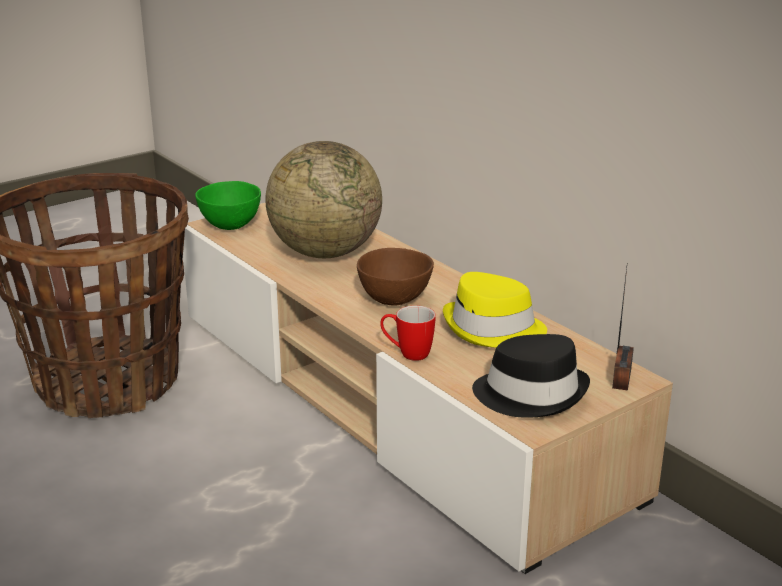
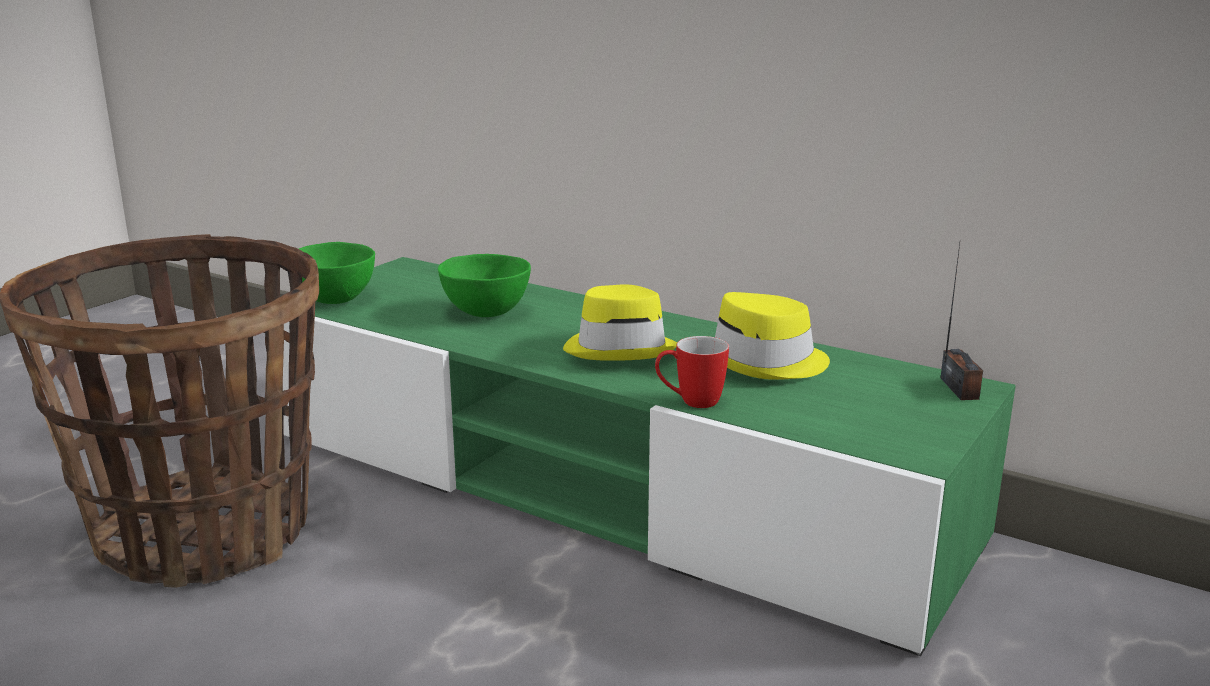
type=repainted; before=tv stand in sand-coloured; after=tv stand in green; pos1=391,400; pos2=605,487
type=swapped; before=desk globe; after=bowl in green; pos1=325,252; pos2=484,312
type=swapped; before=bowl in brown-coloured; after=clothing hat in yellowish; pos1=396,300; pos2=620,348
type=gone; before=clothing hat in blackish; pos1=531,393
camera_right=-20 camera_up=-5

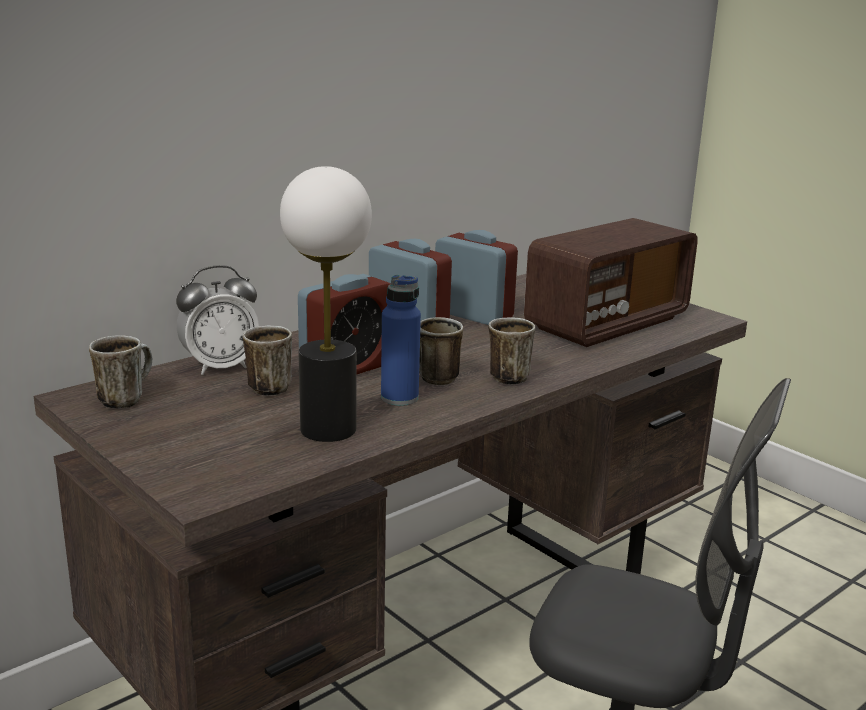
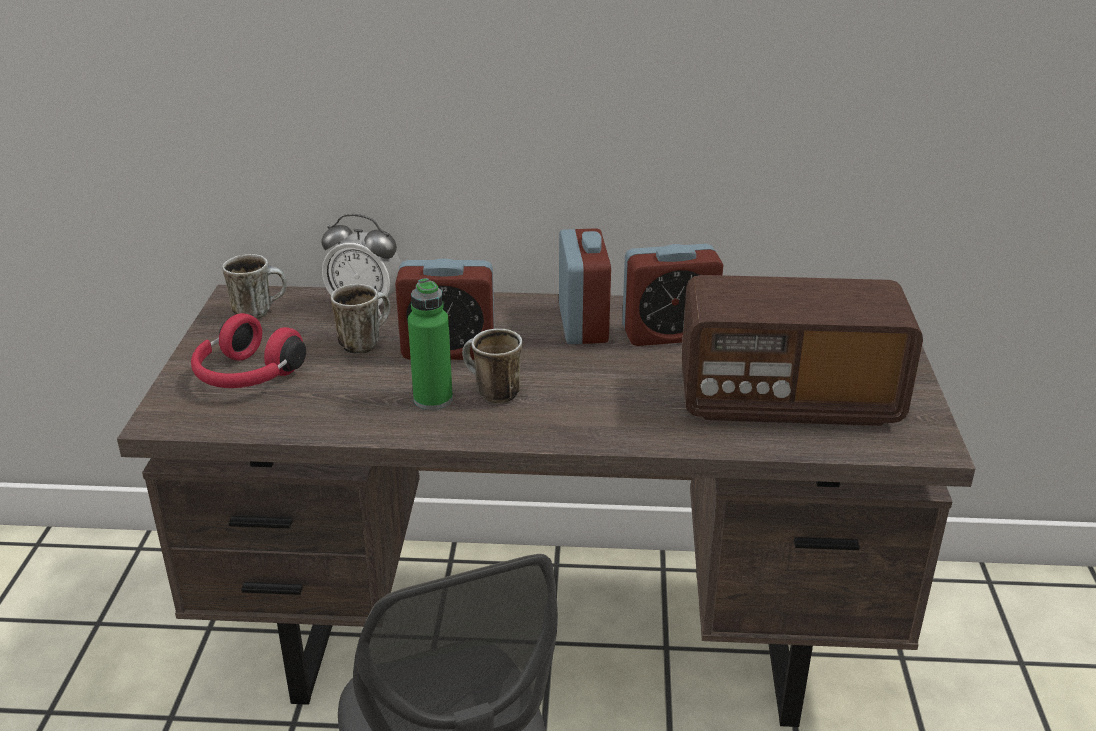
type=gone; before=lamp for a table; pos1=327,429
type=repainted; before=bottle in blue-coloured; after=bottle in green; pos1=399,398; pos2=433,399
type=rotated; before=bedside clock; pos1=473,314; pos2=669,334; turn=90
type=gone; before=tea mug; pos1=507,375
type=new; after=pair of headphones in red; pos2=246,376
camera_right=45 camera_up=10

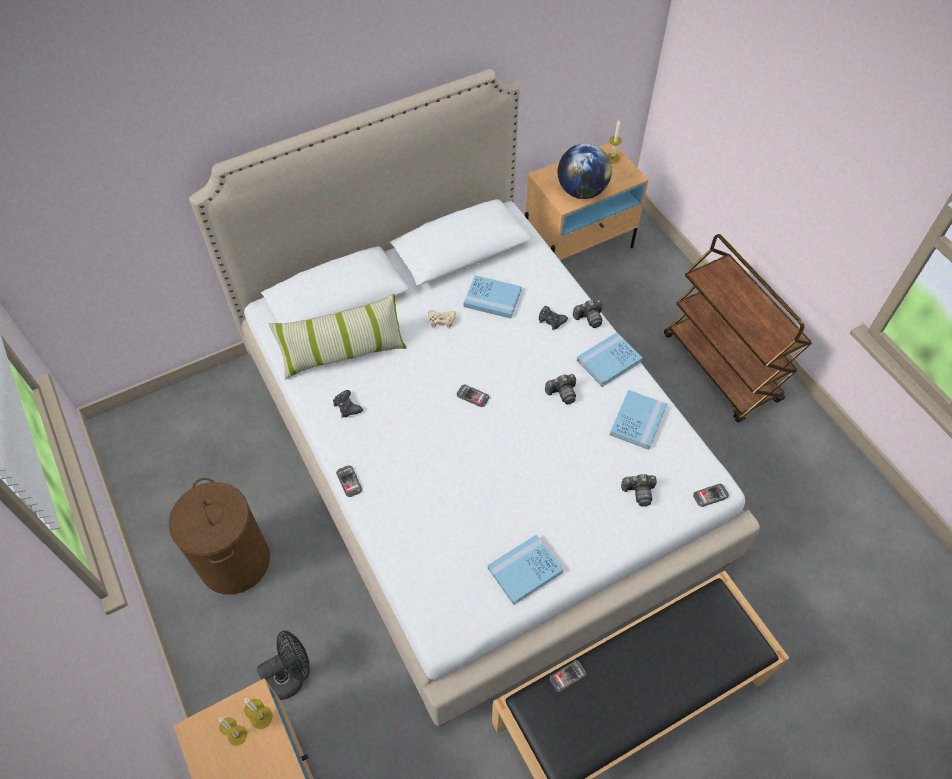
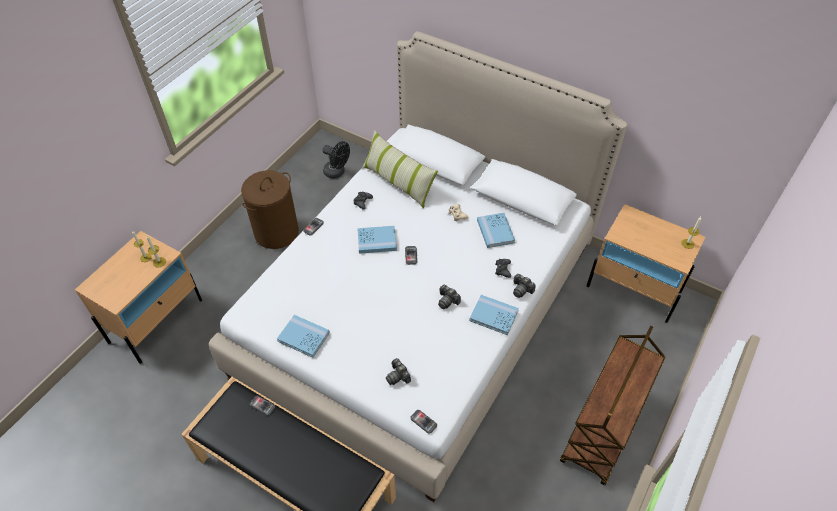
type=shifted; before=cooling fan in blackish; pos1=291,676; pos2=337,172
type=gone; before=desk globe; pos1=581,191
type=shifted; before=book in blue-coloured; pos1=637,421; pos2=377,241
camera_right=60 camera_up=-5

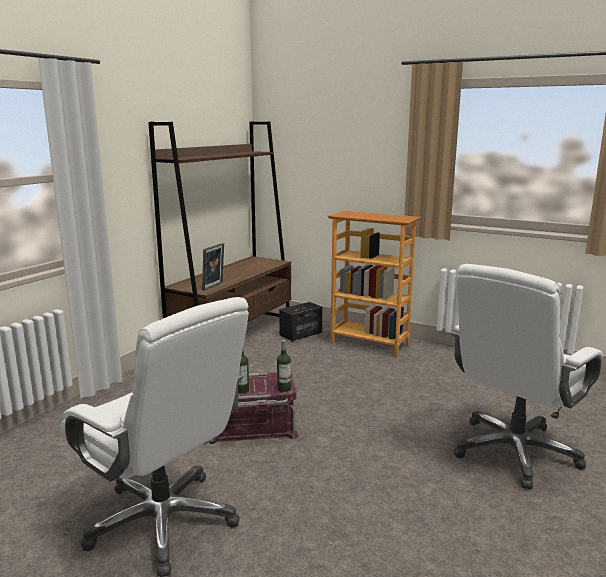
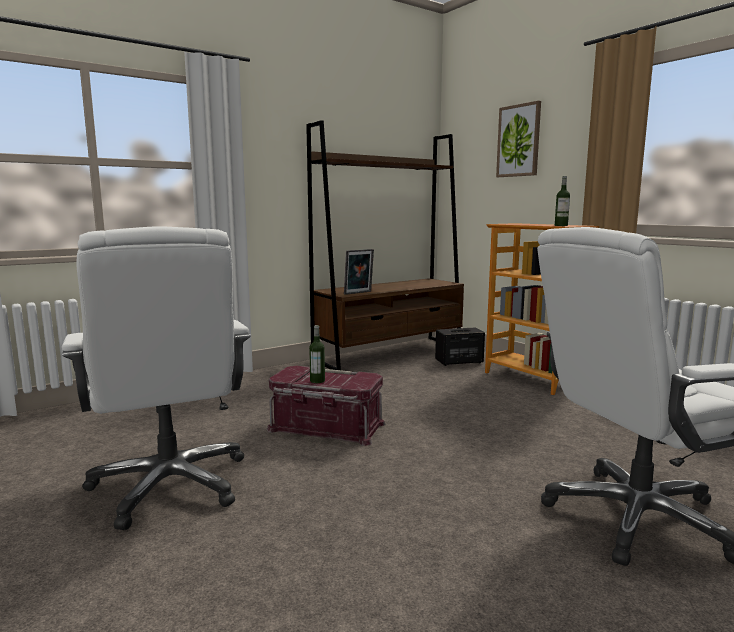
type=shifted; before=bottle; pos1=284,389; pos2=561,225
type=new; after=wall art; pos2=519,141
camera_right=25 camera_up=-5

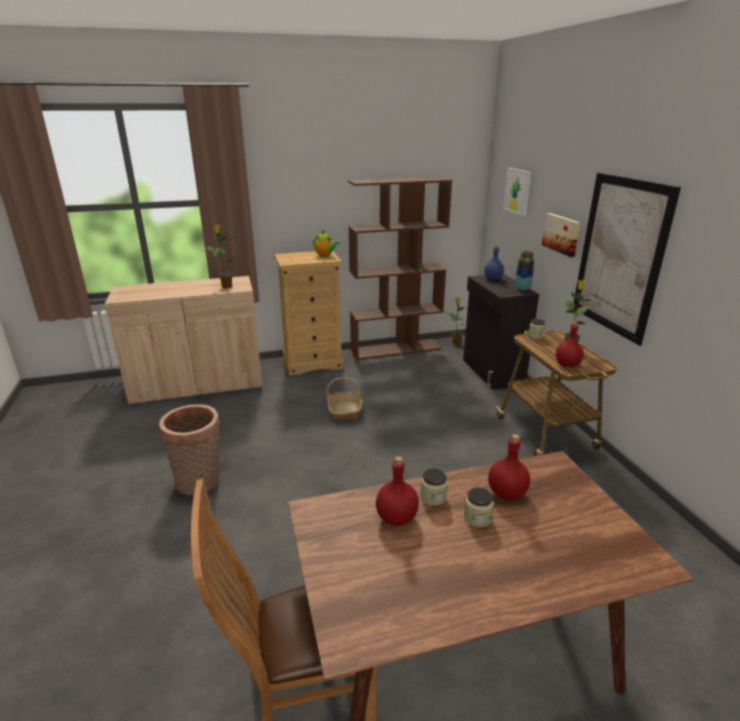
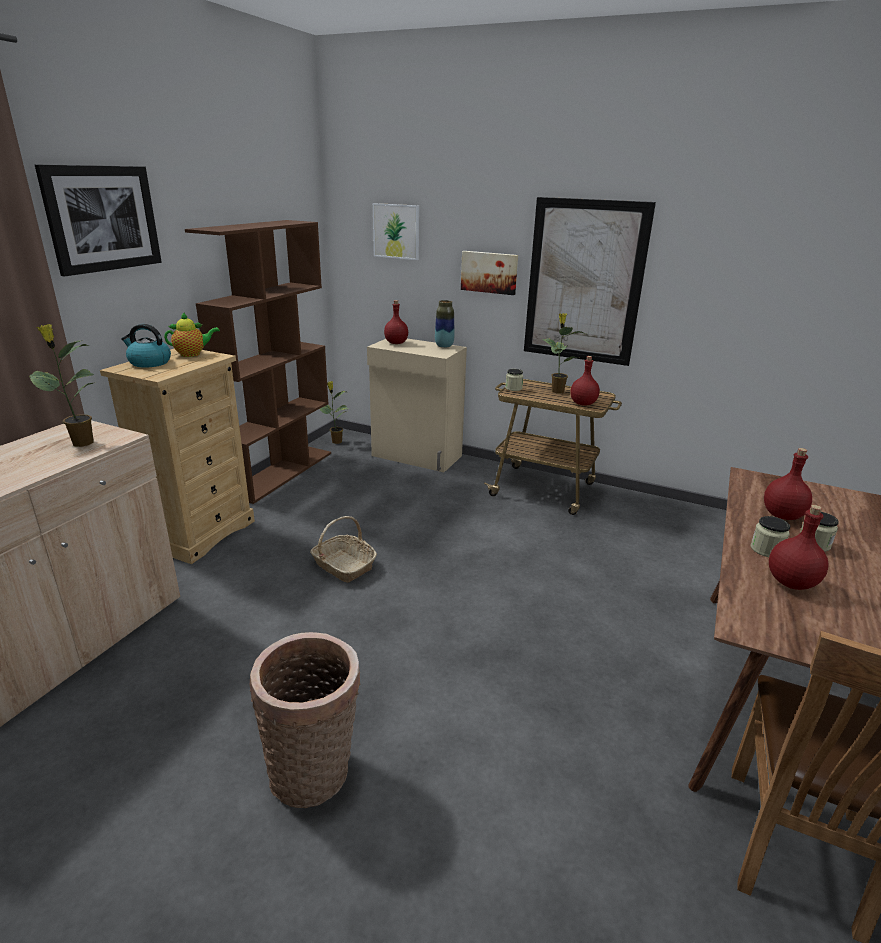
type=repainted; before=cupboard in blackish; after=cupboard in sand-coloured; pos1=492,372; pos2=416,456
type=repainted; before=bottle in blue-coloured; after=bottle in red; pos1=493,278; pos2=396,343
type=new; after=wall art; pos2=102,218
type=new; after=kettle; pos2=149,363
camera_right=-50 camera_up=0

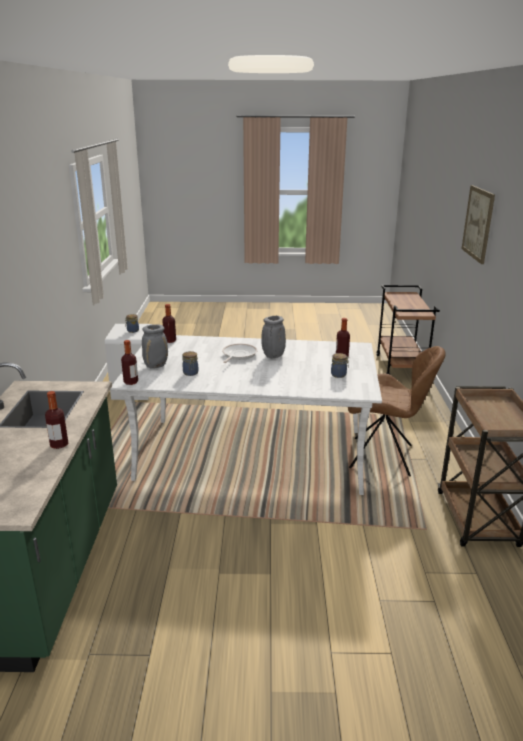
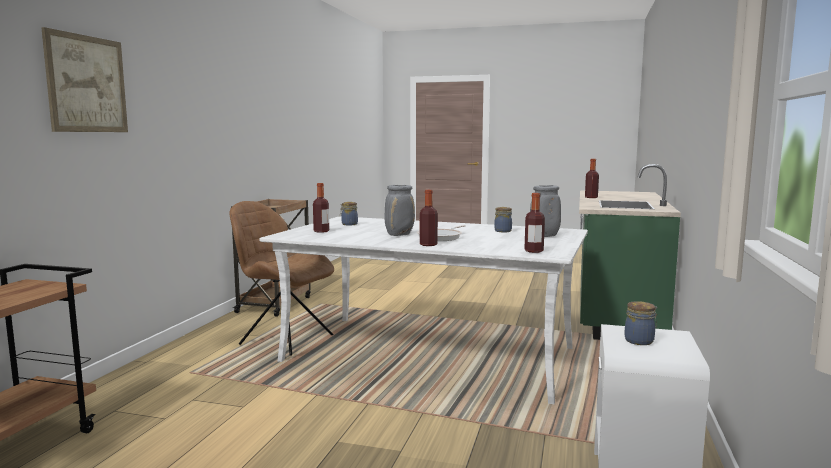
type=shifted; before=bottle; pos1=131,382; pos2=428,245
camera_right=-165 camera_up=-15

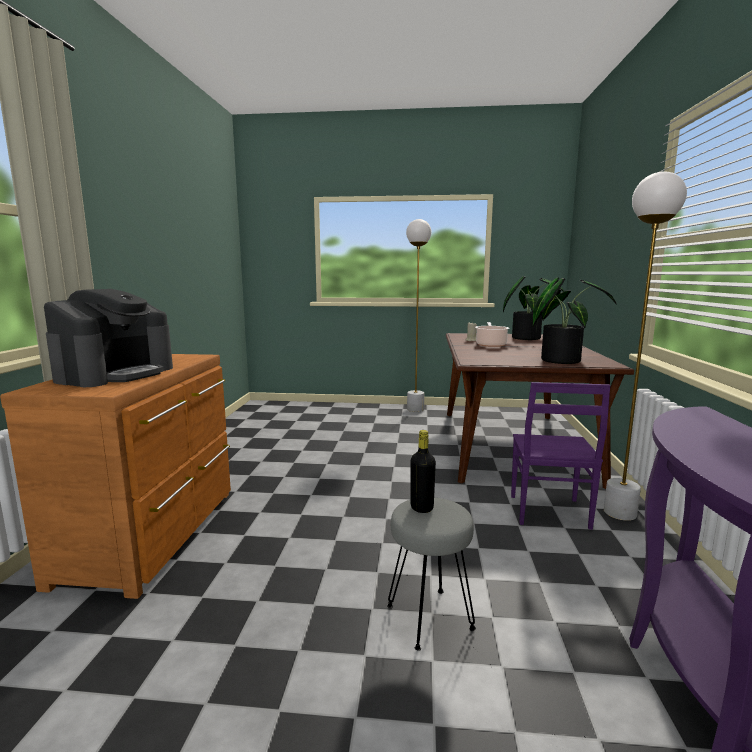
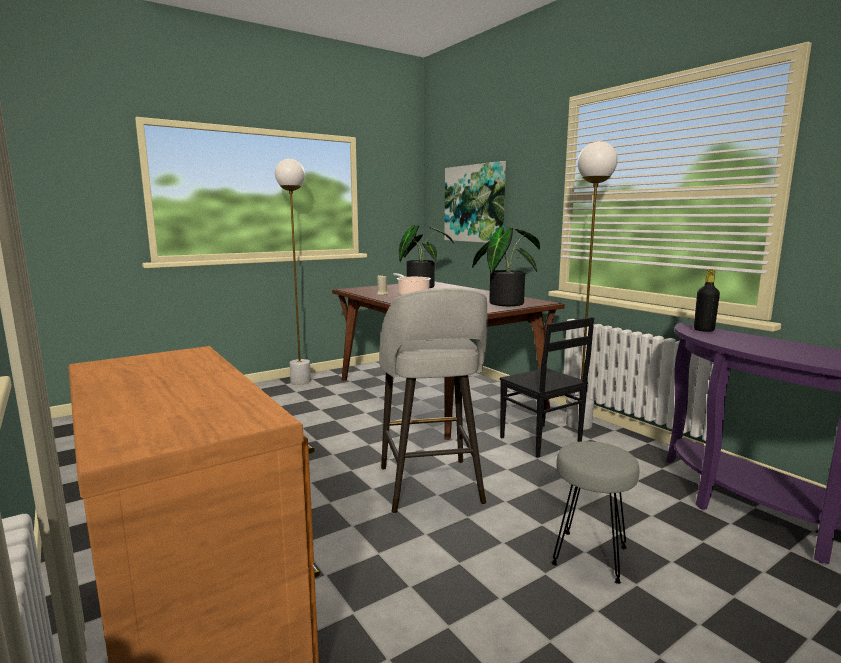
type=gone; before=coffee maker; pos1=116,374
type=shifted; before=bottle in blackish; pos1=422,508; pos2=703,330
type=repainted; before=plain chair in purplish; after=plain chair in blackish; pos1=548,512; pos2=540,441
type=new; after=stool seat in gray; pos2=430,487
type=new; after=wall art; pos2=474,203
camera_right=-40 camera_up=0

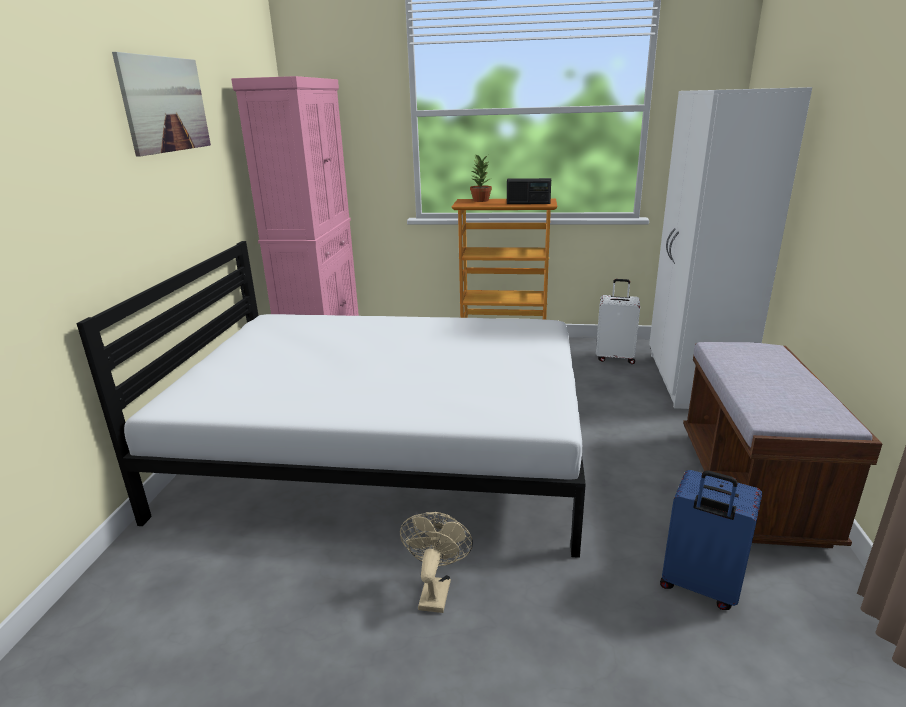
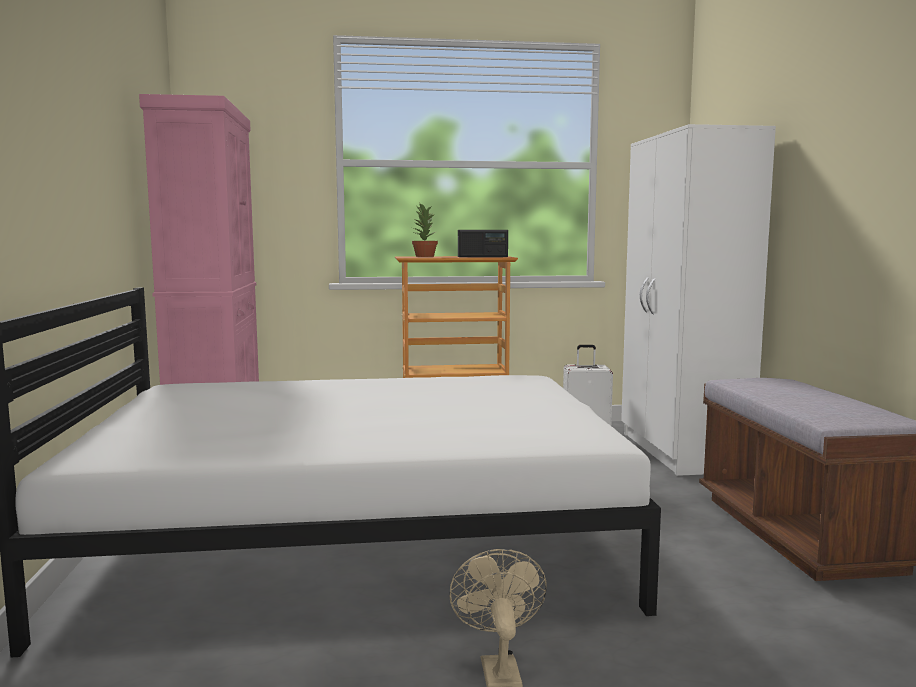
type=gone; before=wall art; pos1=165,104
type=gone; before=suitcase in blue-coloured; pos1=699,587
camera_right=-15 camera_up=-15

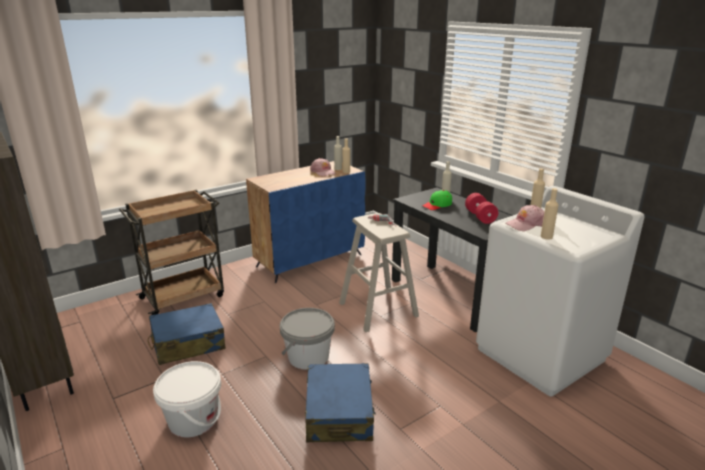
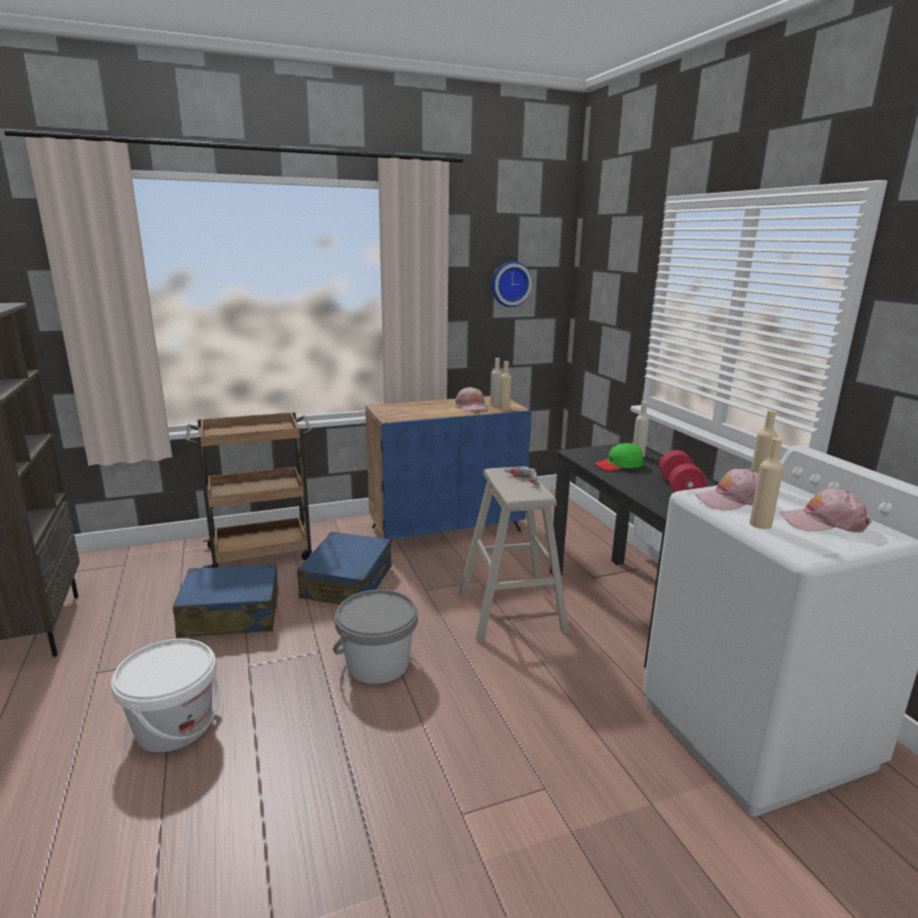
type=shifted; before=suitcase in blue-coloured; pos1=339,413; pos2=347,583
type=new; after=wall clock; pos2=510,284
type=new; after=peaked cap in pinkish; pos2=823,522
camera_right=15 camera_up=-5

